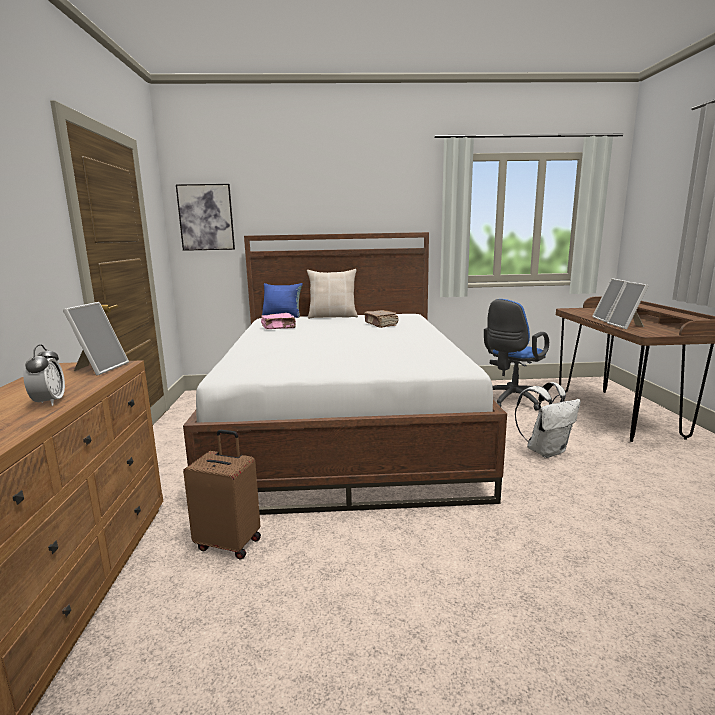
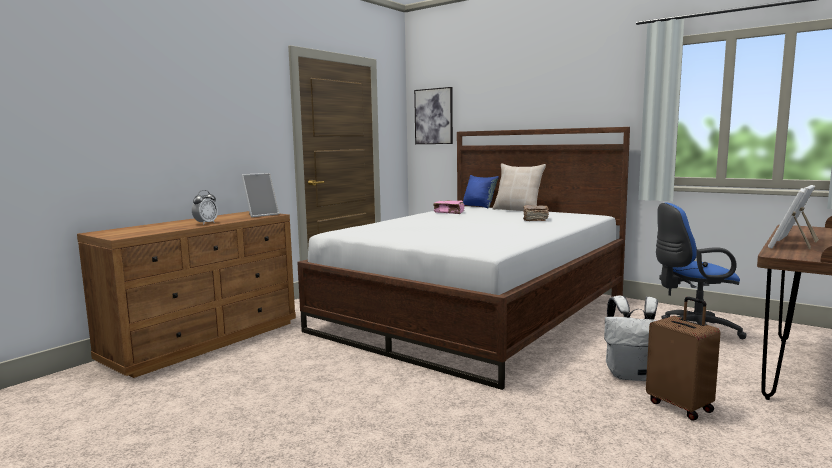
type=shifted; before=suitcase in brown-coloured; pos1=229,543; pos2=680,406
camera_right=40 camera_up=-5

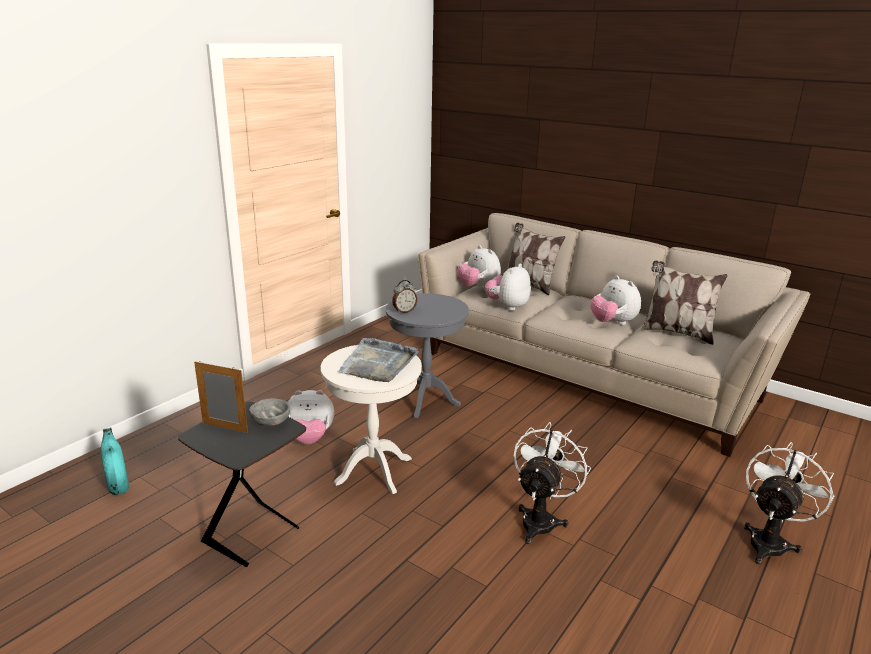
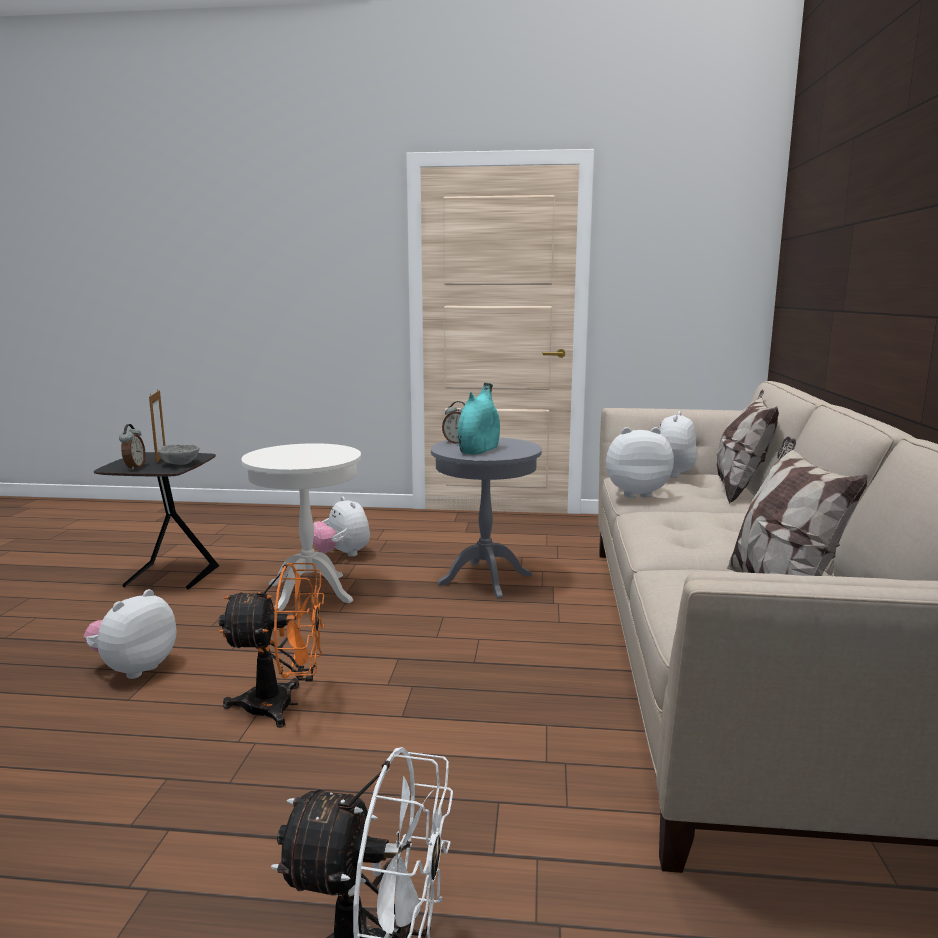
type=shifted; before=vase in blue-green; pos1=118,483; pos2=479,450
type=gone; before=carrying tray in gray; pos1=378,363
type=repainted; before=cooling fan in whitish; after=cooling fan in orange-coloured; pos1=541,519; pos2=282,705
type=shifted; before=cuddly toy; pos1=612,323; pos2=134,668
type=new; after=bedside clock; pos2=134,467
camera_right=60 camera_up=-10

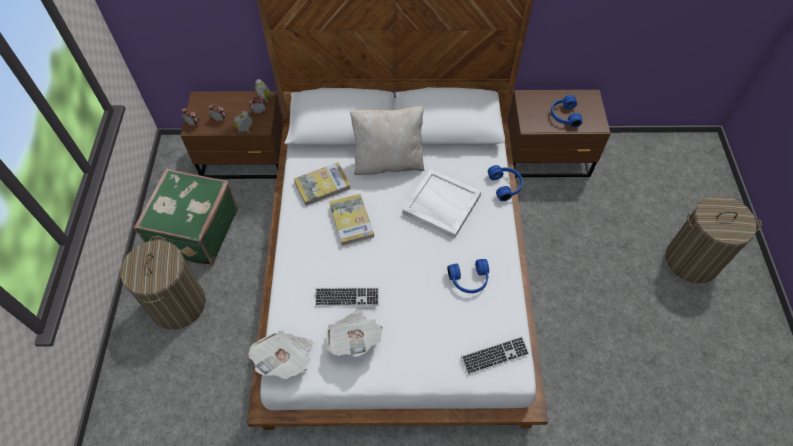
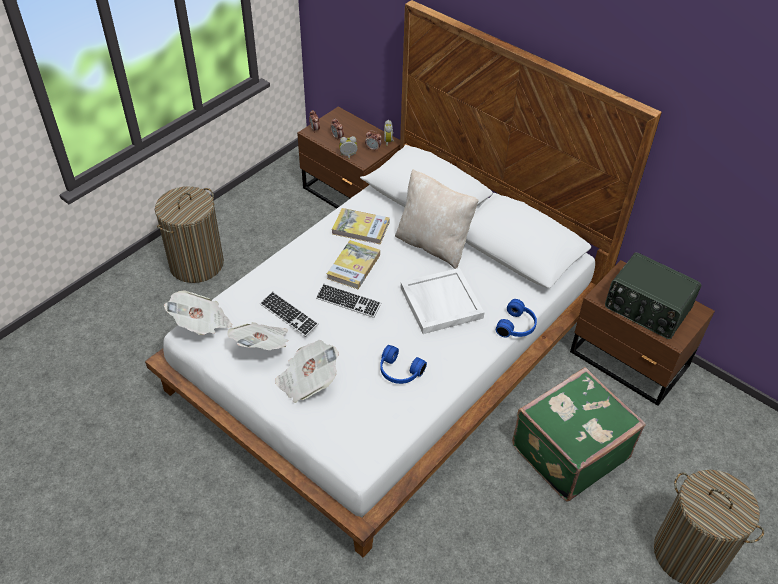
type=shifted; before=suitcase in green; pos1=194,232; pos2=568,450
type=shifted; before=keyboard; pos1=495,356; pos2=348,302
type=swapped; before=pair of headphones in blue-coloured; after=radio set; pos1=563,116; pos2=646,309
type=new; after=daily paper; pos2=307,381
camera_right=40 camera_up=-10

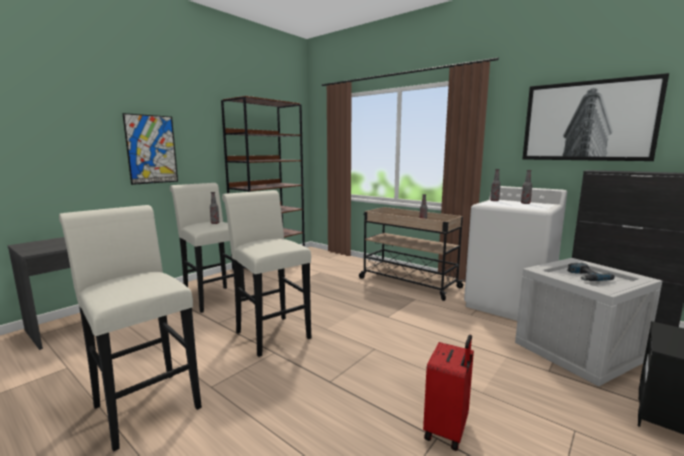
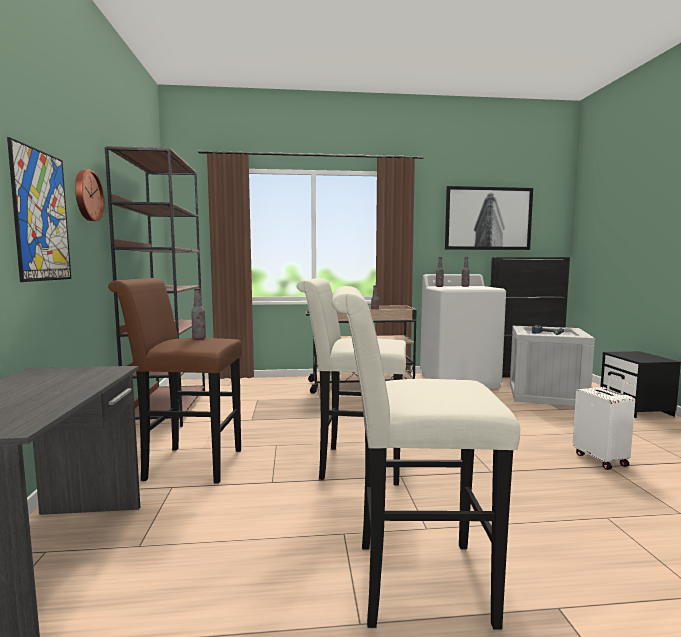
type=repainted; before=stool seat in whitish; after=stool seat in brown-coloured; pos1=212,297; pos2=186,464
type=repainted; before=suitcase in red; after=suitcase in whitish; pos1=447,430; pos2=601,459
type=new; after=wall clock; pos2=87,195
camera_right=-45 camera_up=-5

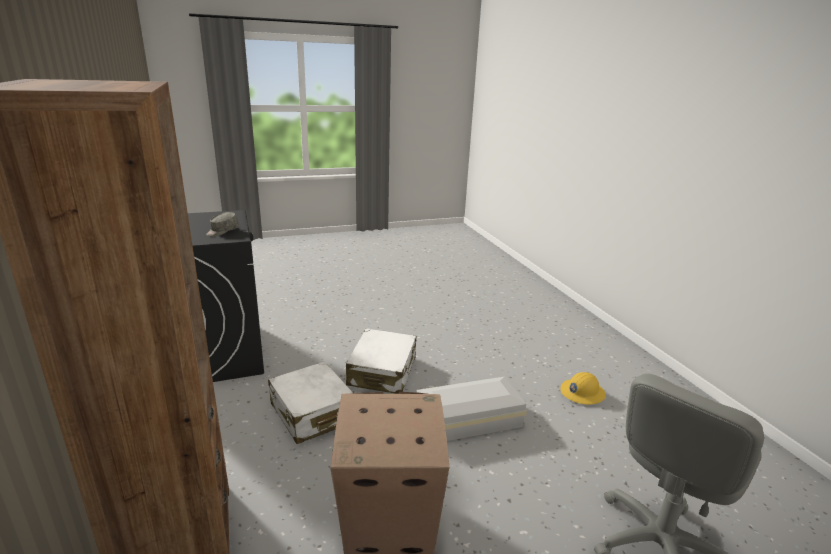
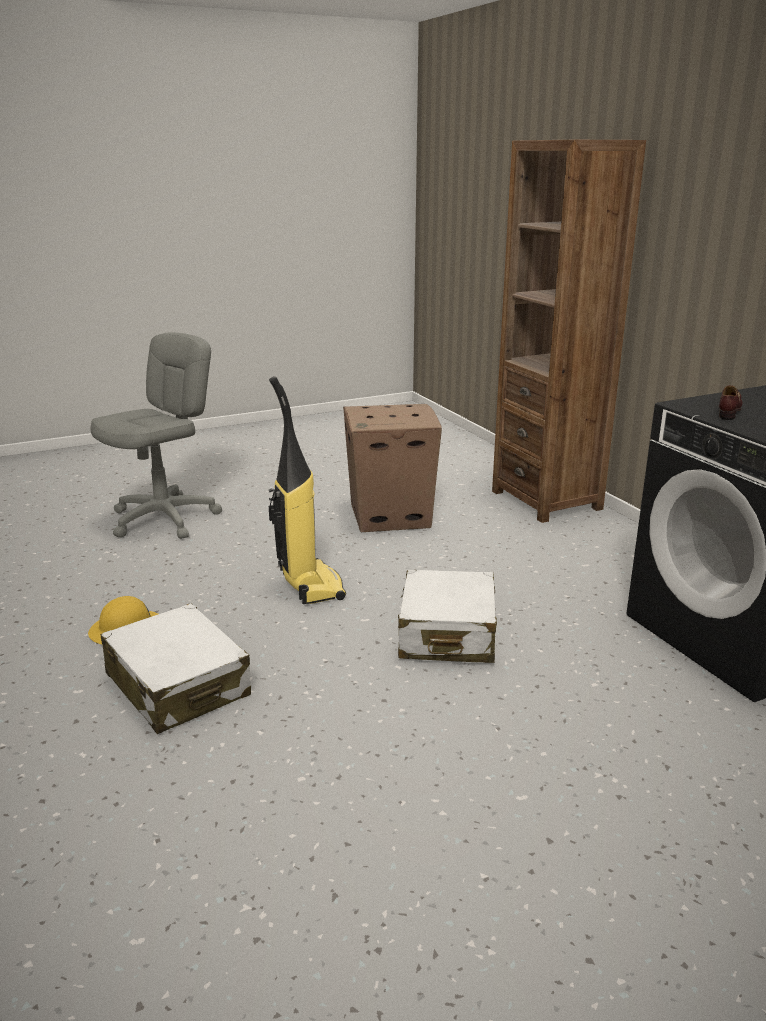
type=swapped; before=peaked cap in gray; after=shoe in brown-coloured; pos1=222,231; pos2=728,411
type=shifted; before=suitcase in whitish; pos1=312,413; pos2=178,685
type=swapped; before=storage box in whitish; after=hoover; pos1=470,420; pos2=309,585
camera_right=175 camera_up=0

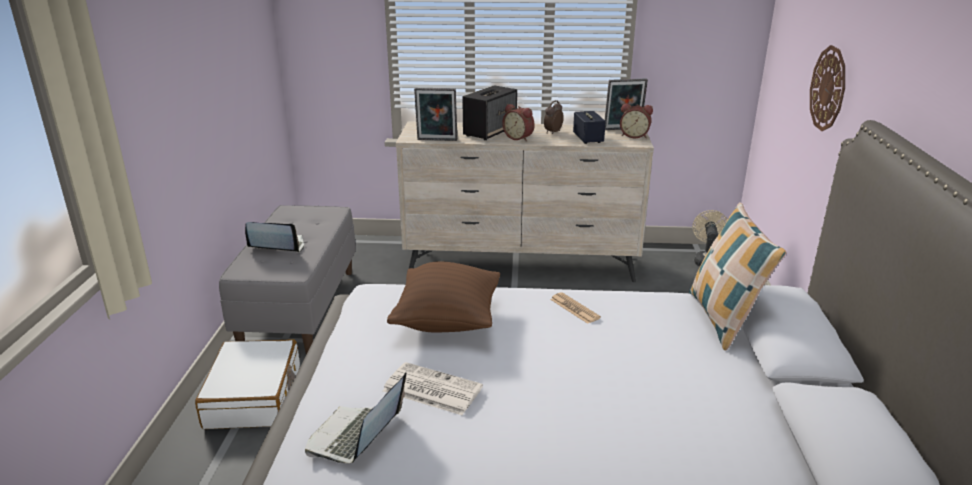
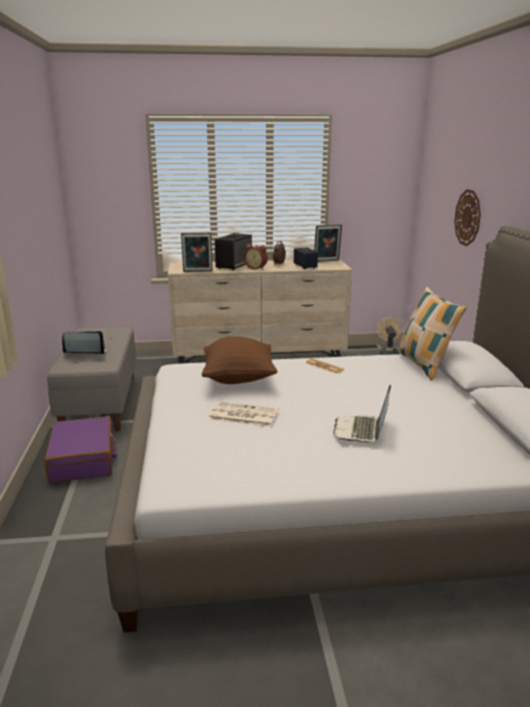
type=repainted; before=suitcase in whitish; after=suitcase in purplish; pos1=254,397; pos2=83,460
type=shifted; before=laptop; pos1=356,436; pos2=361,430
type=gone; before=bedside clock; pos1=634,135
camera_right=-10 camera_up=-5

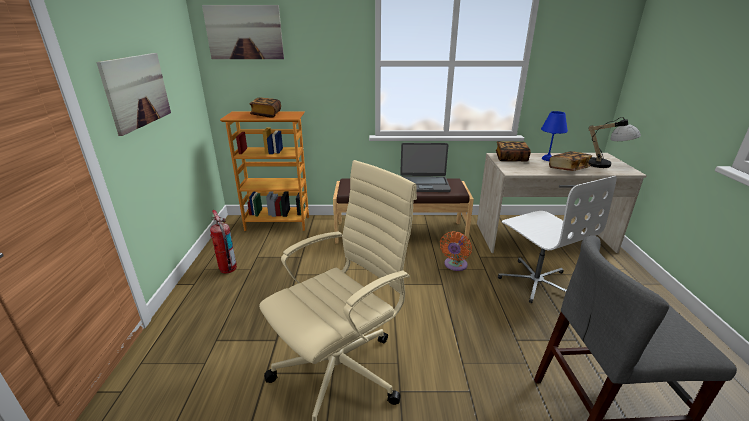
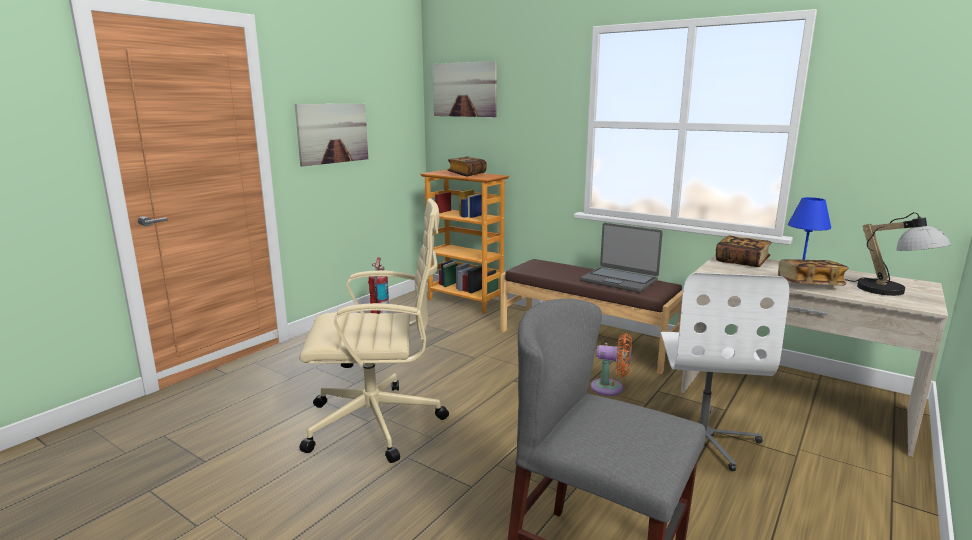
type=rotated; before=cooling fan in orange-coloured; pos1=455,265; pos2=610,388; turn=-135
camera_right=35 camera_up=-10

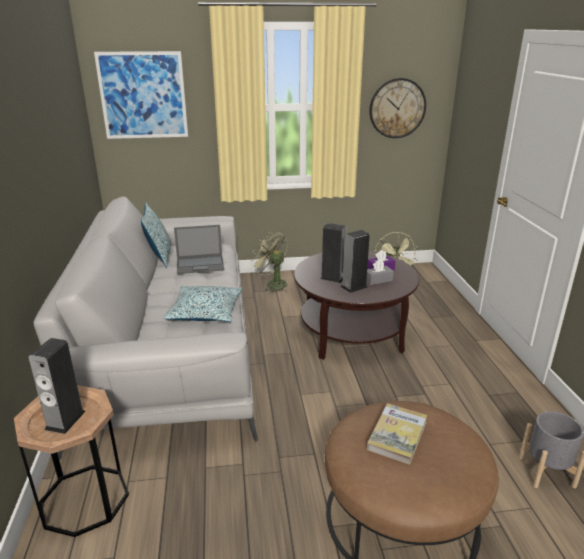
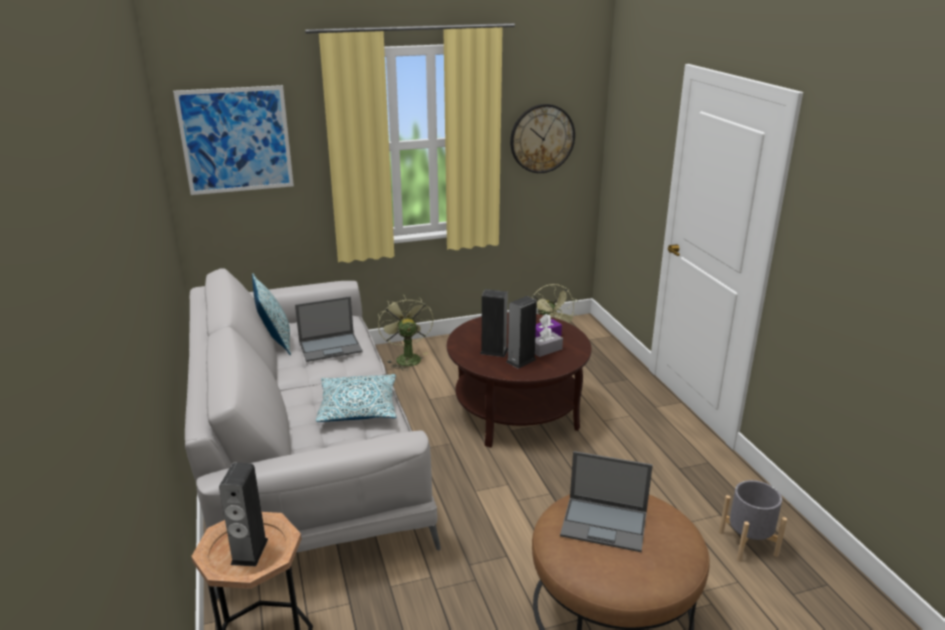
type=rotated; before=cooling fan in green; pos1=272,284; pos2=406,358; turn=45
type=swapped; before=book; after=laptop; pos1=397,435; pos2=605,524
camera_right=-10 camera_up=0

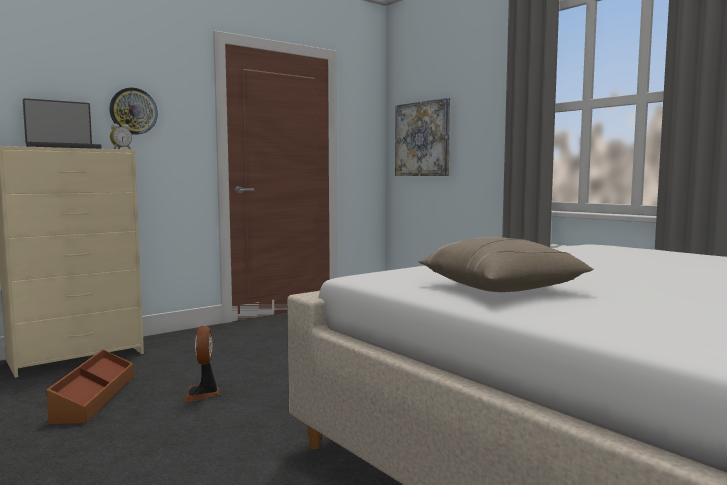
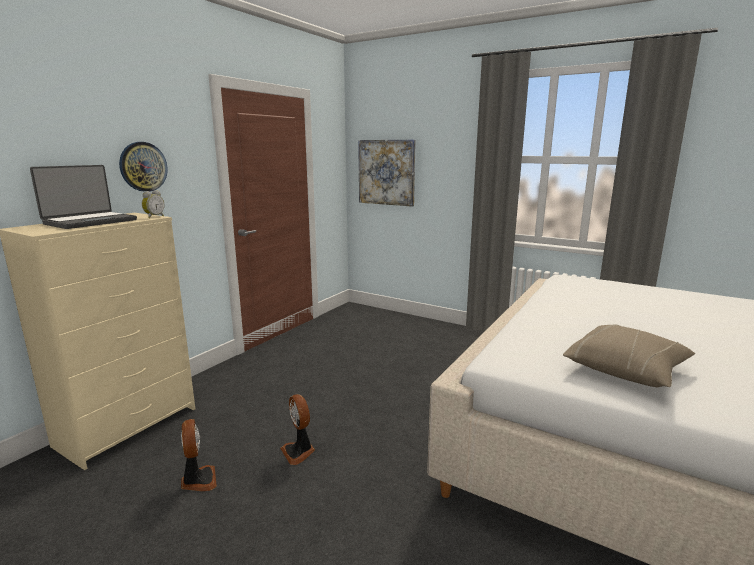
type=swapped; before=storage box in brown-coloured; after=cooling fan; pos1=93,397; pos2=198,480
camera_right=-20 camera_up=10

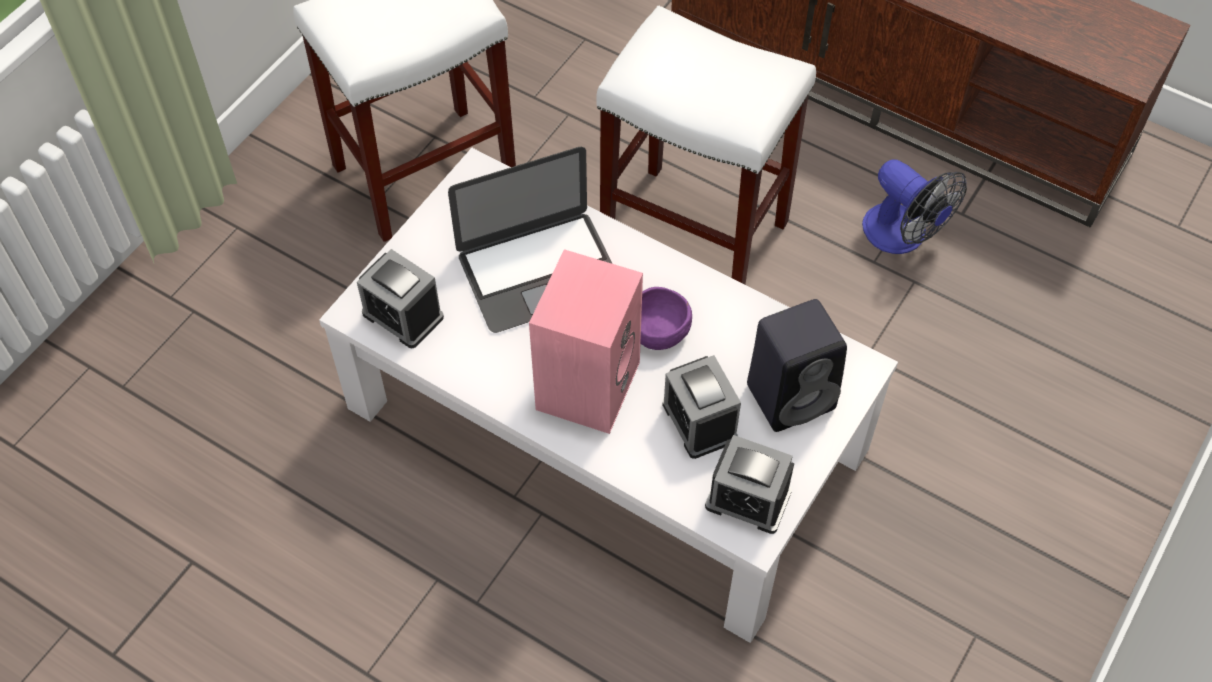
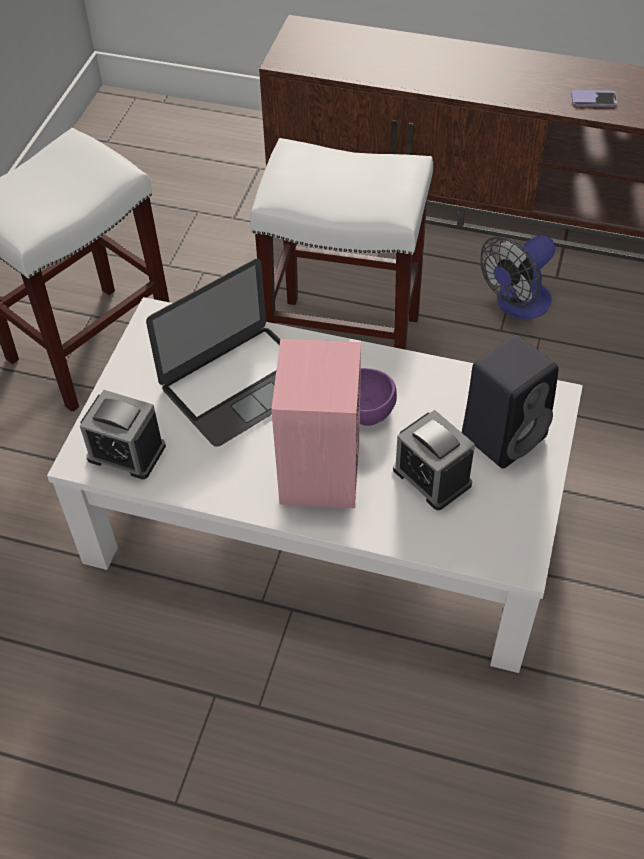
type=gone; before=bedside clock; pos1=748,499
type=rotated; before=cooling fan; pos1=903,236; pos2=516,305; turn=105
type=new; after=telephone; pos2=593,100
camera_right=-15 camera_up=-5

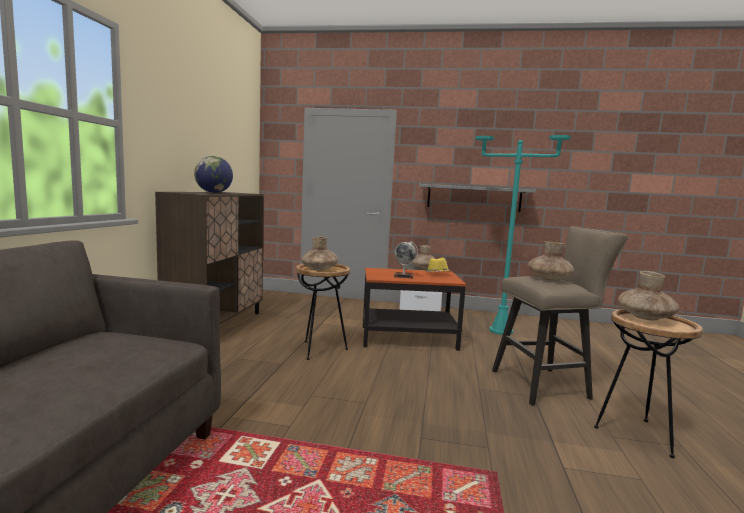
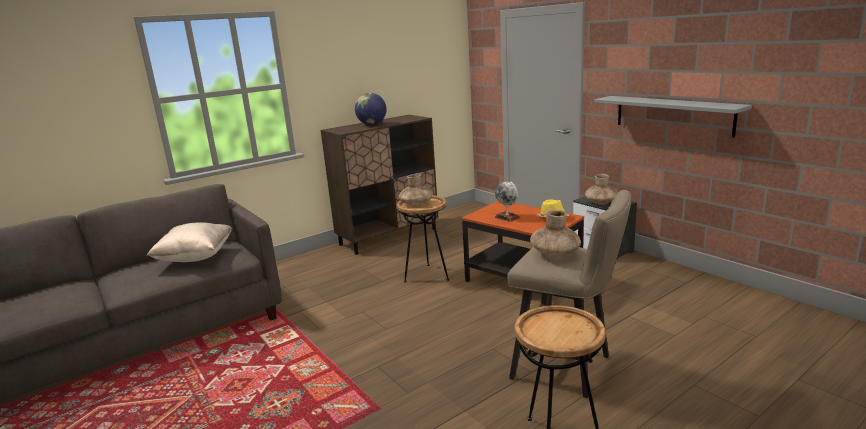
type=gone; before=standard lamp in blue-green; pos1=500,331
type=gone; before=vase in brown-coloured; pos1=645,317
type=new; after=pillow in sand-coloured; pos2=196,257
camera_right=45 camera_up=10

